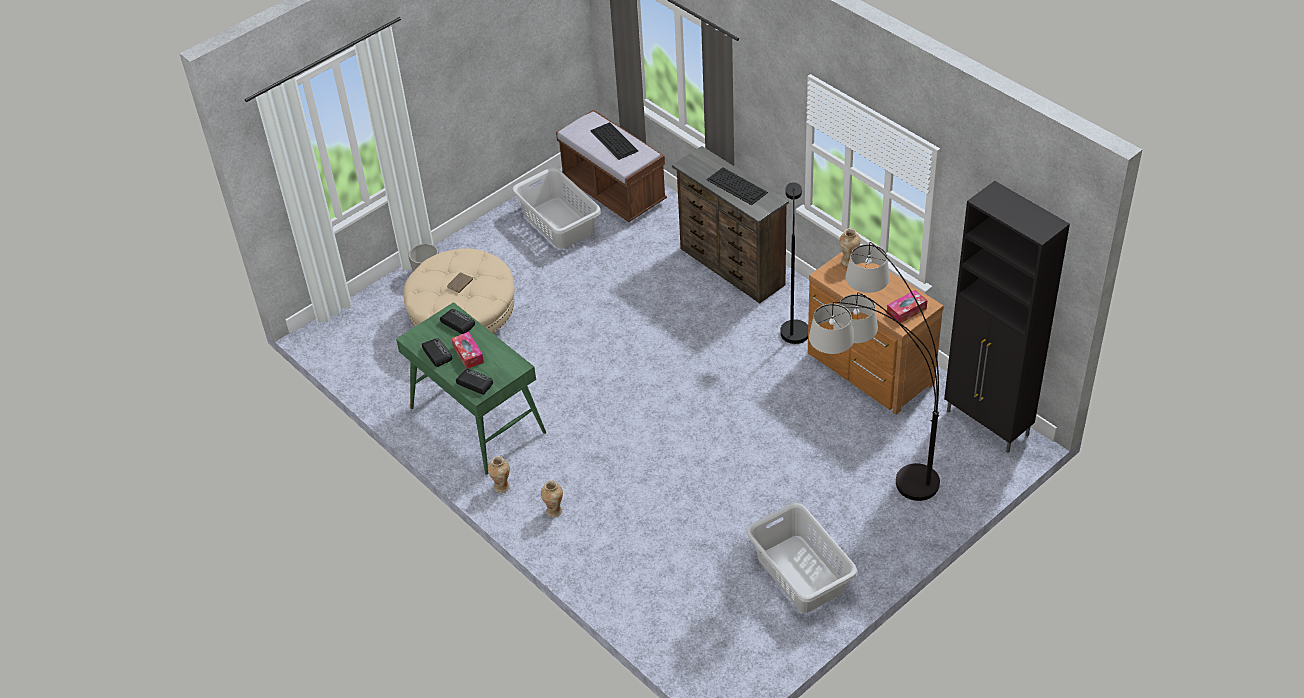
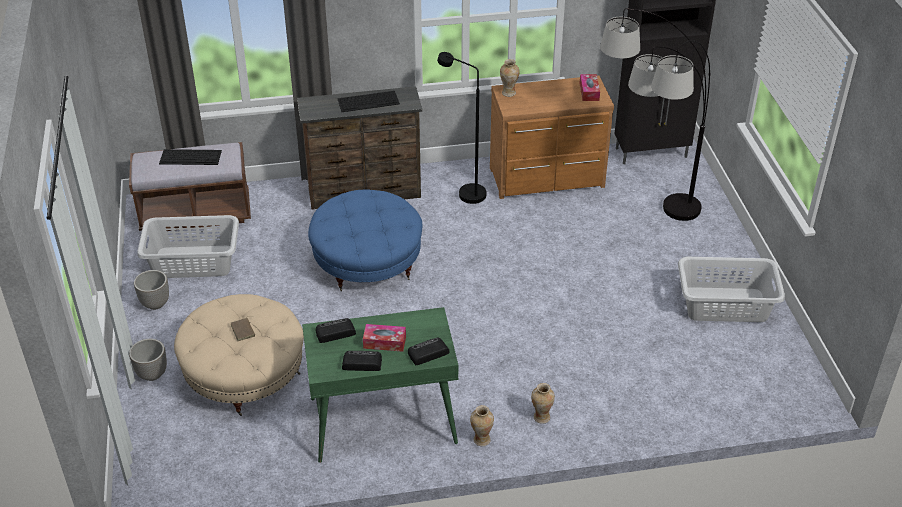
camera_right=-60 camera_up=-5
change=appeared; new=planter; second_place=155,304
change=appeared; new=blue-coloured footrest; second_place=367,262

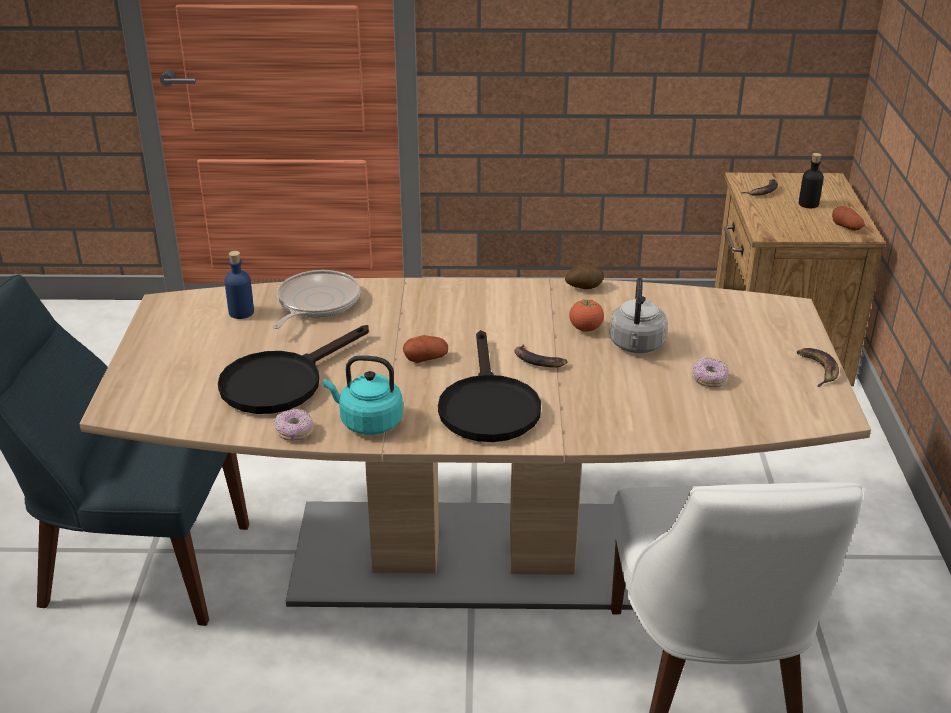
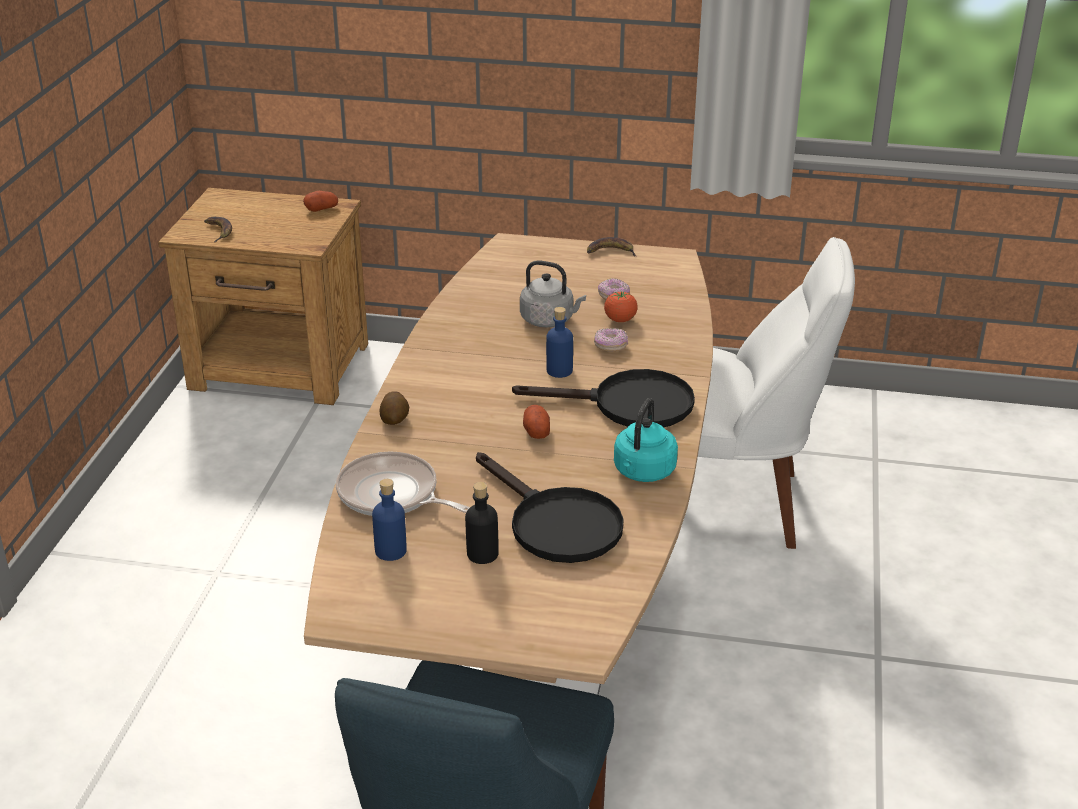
camera_right=-80 camera_up=0
change=relocated; old=whole potato; first_place=584,287; second_place=395,420
change=relocated; old=blackish drink bottle; first_place=808,204; second_place=482,554
change=exchanged; old=whole banana; new=blue-coloured drink bottle; first_place=538,360; second_place=559,371
change=relocated; old=ring doughnut; first_place=294,432; second_place=610,347
change=relocated; old=tomato; first_place=585,329; second_place=620,320

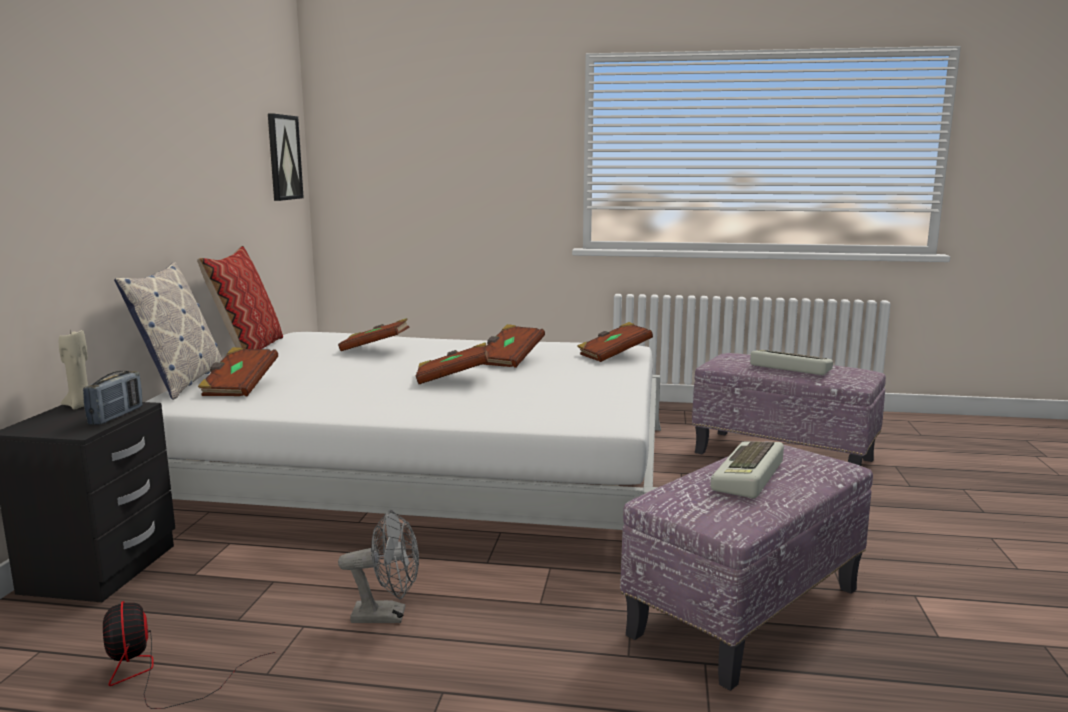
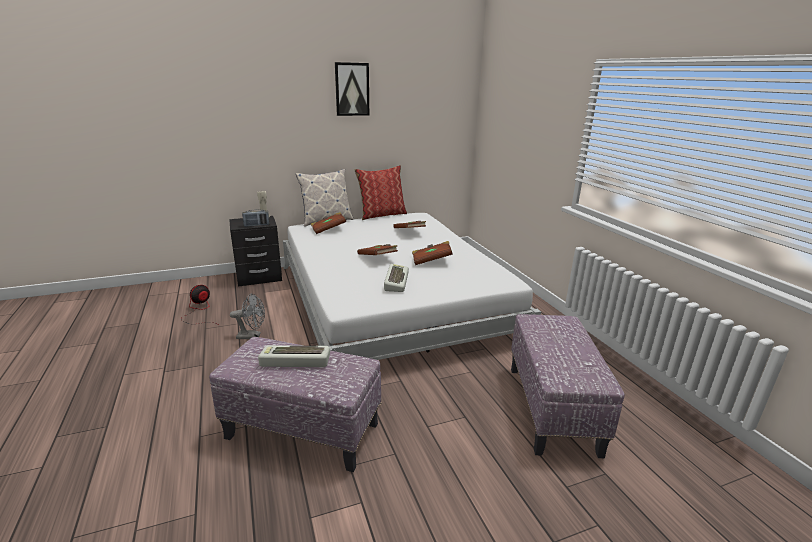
camera_right=60 camera_up=10
change=spun; old=greyish cooling fan; first_place=387,615; second_place=252,336; degrees=-60
change=relocated; old=wall art; first_place=283,157; second_place=352,89
change=relocated; old=computer keyboard; first_place=789,368; second_place=395,281
change=missing; old=brown book; first_place=614,355

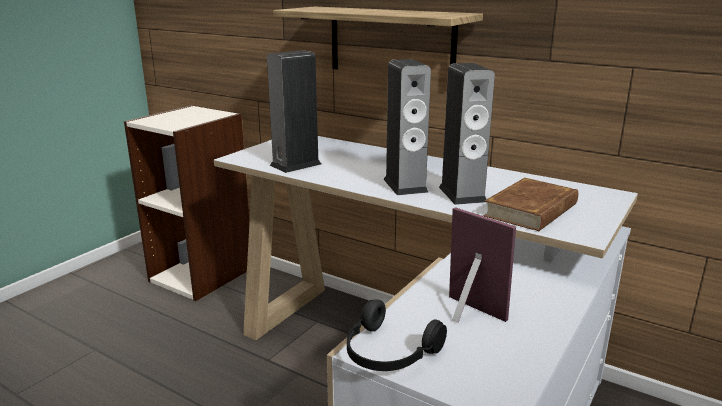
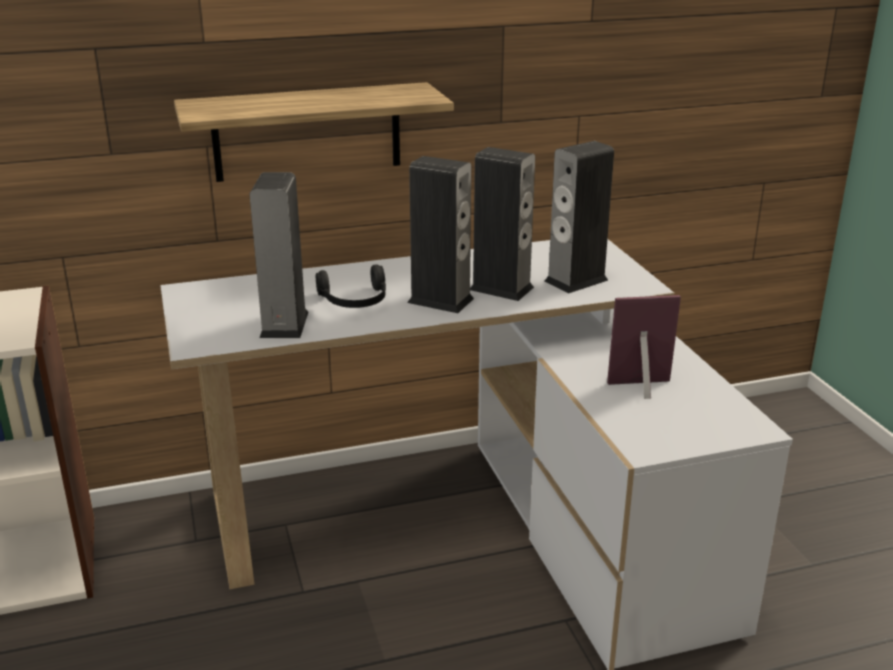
camera_right=-50 camera_up=5
change=relocated; old=blackish headset; first_place=388,353; second_place=355,301
change=exchanged; old=brown book; new=audio speaker; first_place=532,210; second_place=576,280

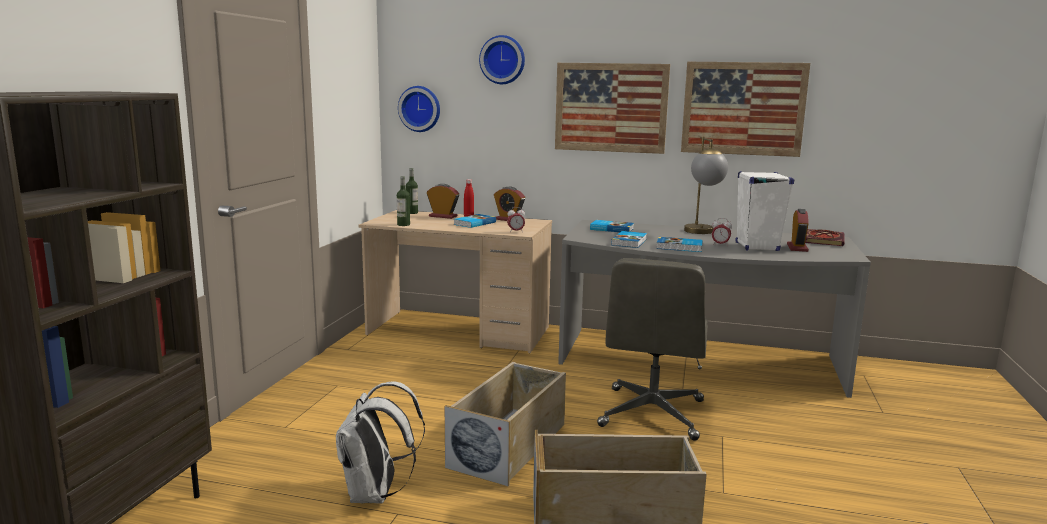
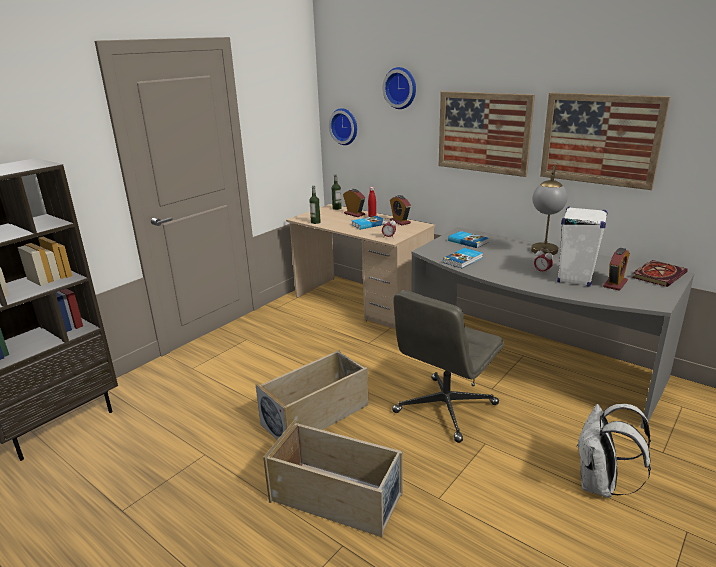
camera_right=25 camera_up=10
change=relocated; old=whitish knapsack; first_place=375,494; second_place=600,485
change=missing; old=book; first_place=679,247

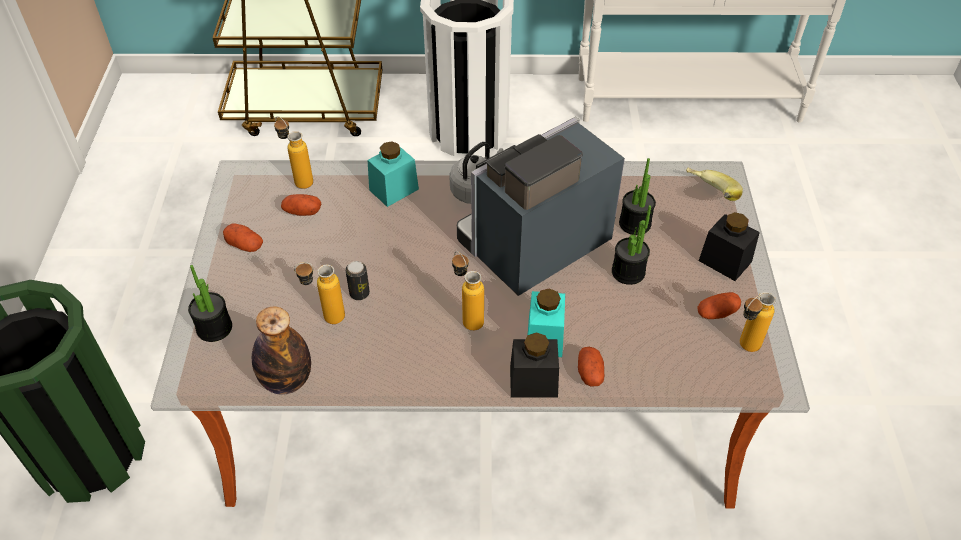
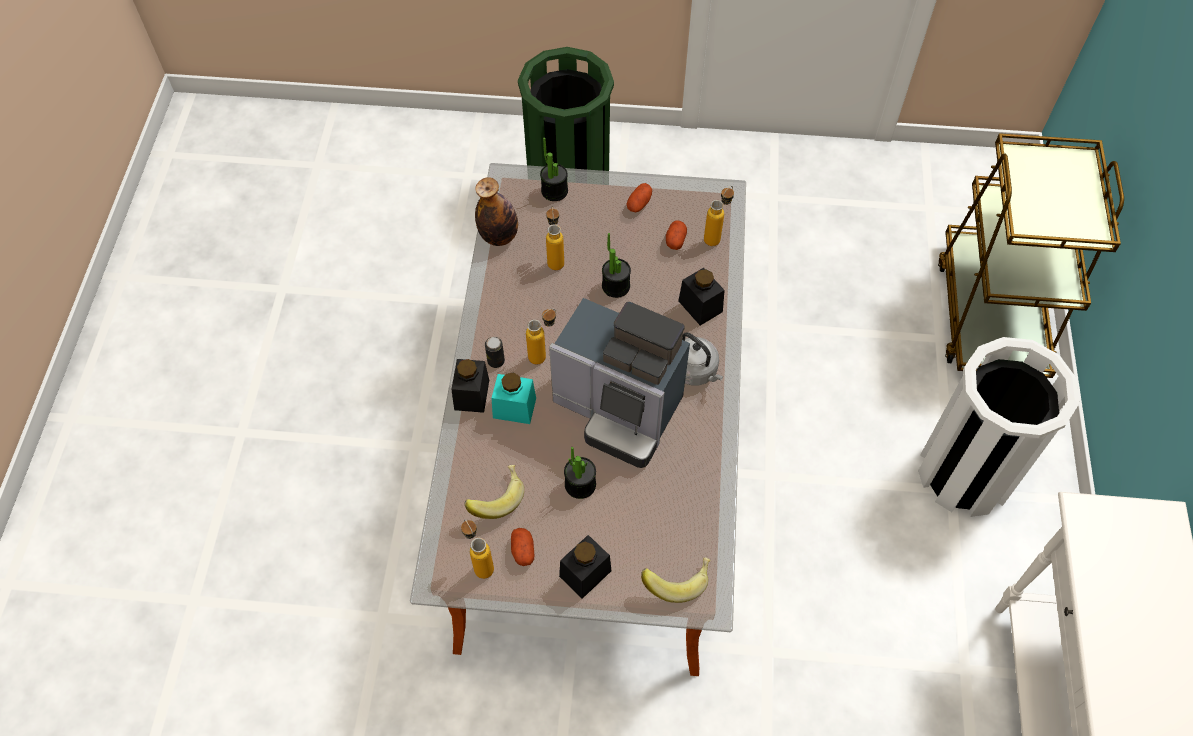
camera_right=95 camera_up=10
change=appeared; new=whole banana; second_place=496,498
change=relocated; old=can; first_place=359,293; second_place=496,361
change=spun; old=coffee brewer; first_place=532,246; second_place=619,410; degrees=150
change=relocated; old=plant in a pot; first_place=635,224; second_place=615,286
change=colour; old=turquoise-coloured storage jar; new=blackish storage jar; first_place=394,189; second_place=700,306
change=missing; old=whole potato; first_place=589,373

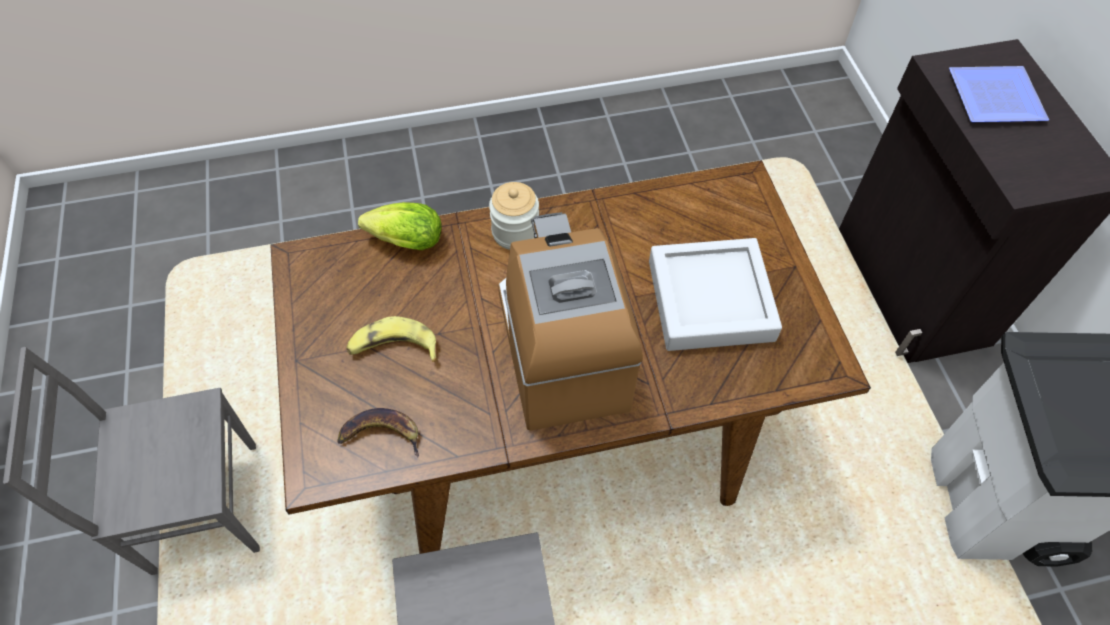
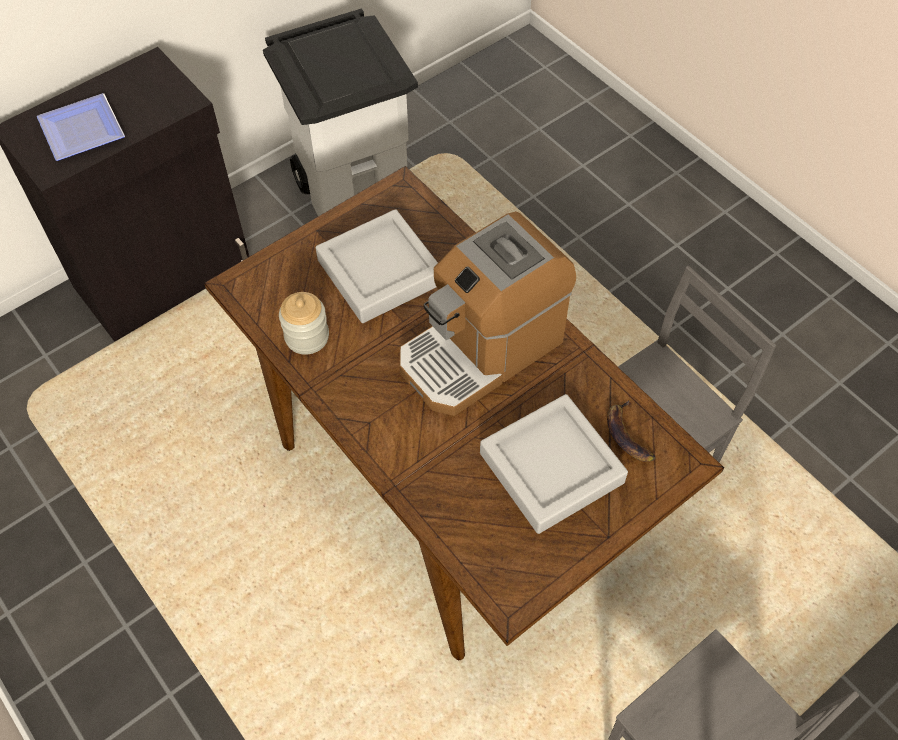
camera_right=-115 camera_up=0
change=relocated; old=storage jar; first_place=515,232; second_place=307,337
change=exchanged; old=whole banana; new=greyish carrying tray; first_place=393,348; second_place=551,468
change=missing; old=head of lettuce; first_place=402,241

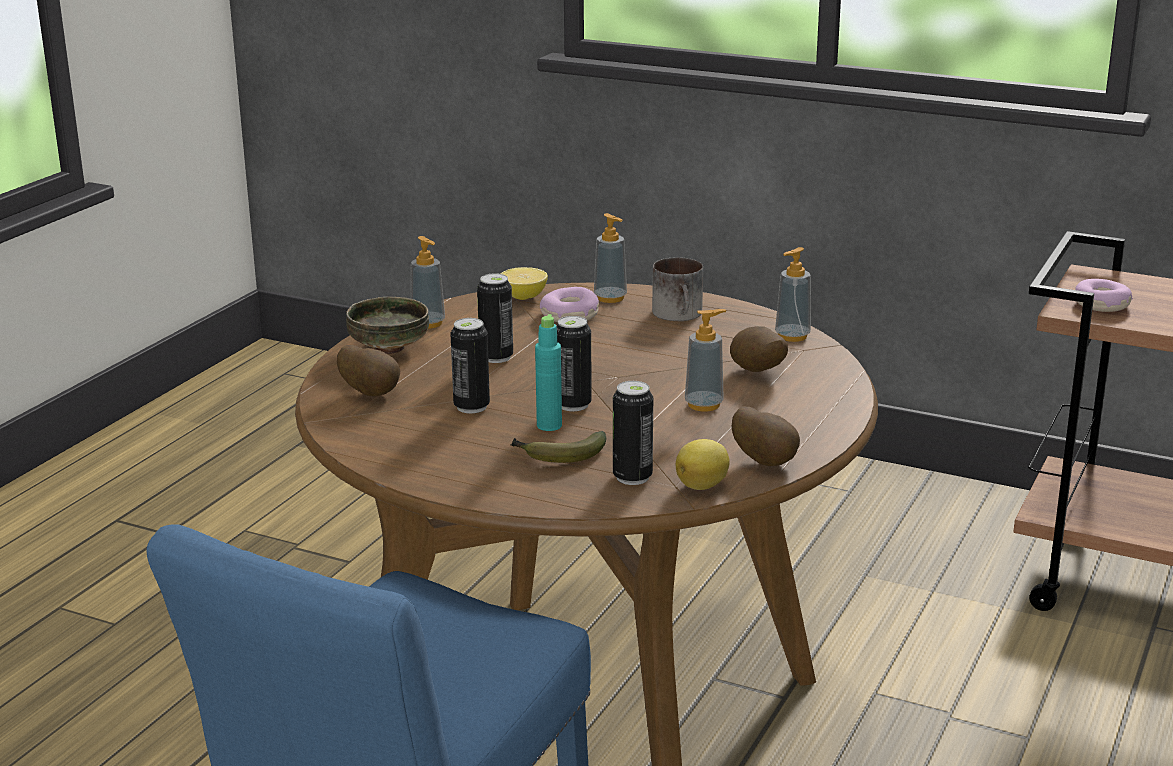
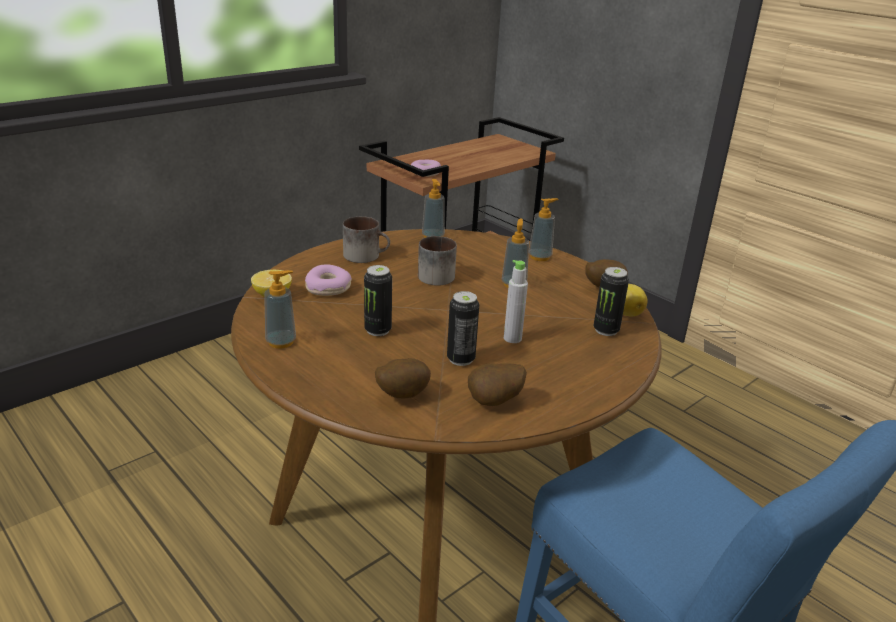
camera_right=-70 camera_up=5
change=appeared; new=mug; second_place=435,274
change=relocated; old=whole potato; first_place=756,372; second_place=495,403
change=colour; old=turquoise-coloured drink bottle; new=greyish drink bottle; first_place=549,425; second_place=512,338
change=relocated; old=liquid soap bottle; first_place=610,298; second_place=540,257
change=missing; old=bowl; first_place=388,349
change=missing; old=whole banana; first_place=558,456
change=missing; old=can; first_place=573,405

